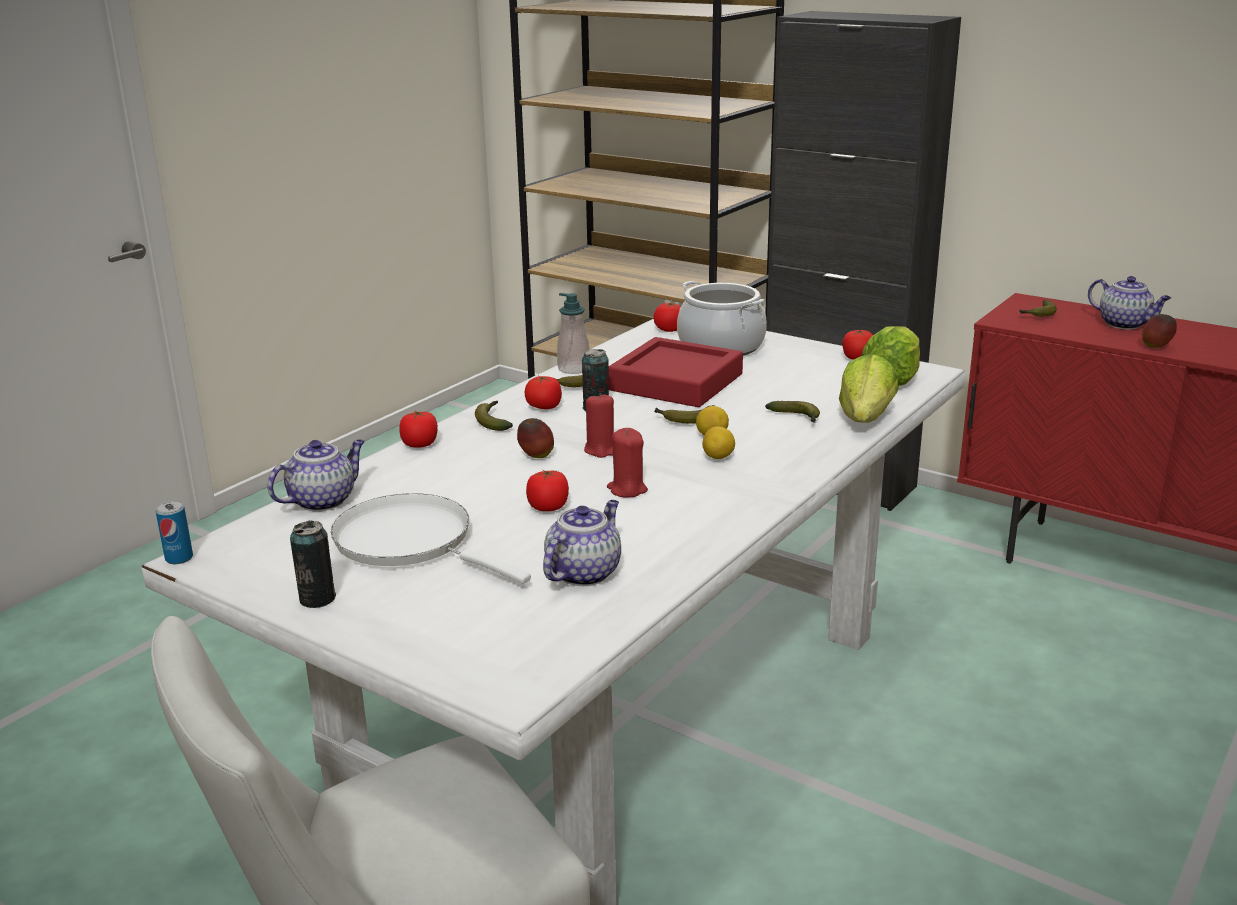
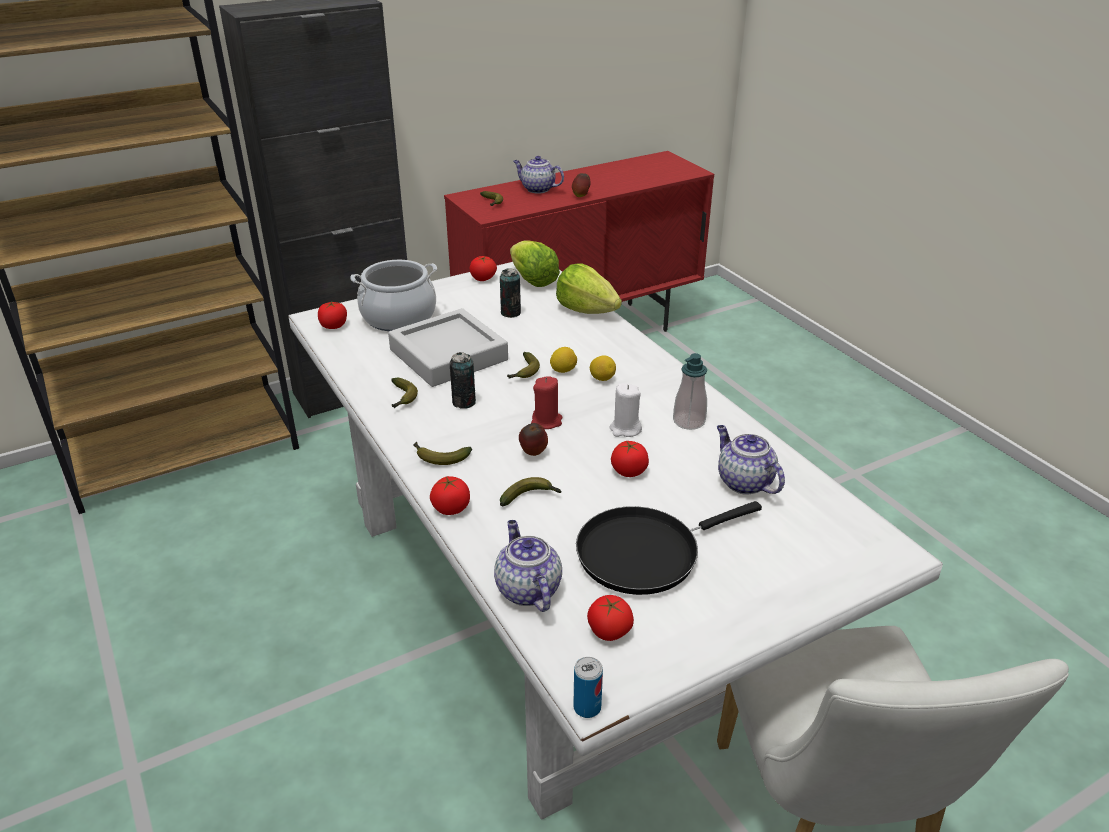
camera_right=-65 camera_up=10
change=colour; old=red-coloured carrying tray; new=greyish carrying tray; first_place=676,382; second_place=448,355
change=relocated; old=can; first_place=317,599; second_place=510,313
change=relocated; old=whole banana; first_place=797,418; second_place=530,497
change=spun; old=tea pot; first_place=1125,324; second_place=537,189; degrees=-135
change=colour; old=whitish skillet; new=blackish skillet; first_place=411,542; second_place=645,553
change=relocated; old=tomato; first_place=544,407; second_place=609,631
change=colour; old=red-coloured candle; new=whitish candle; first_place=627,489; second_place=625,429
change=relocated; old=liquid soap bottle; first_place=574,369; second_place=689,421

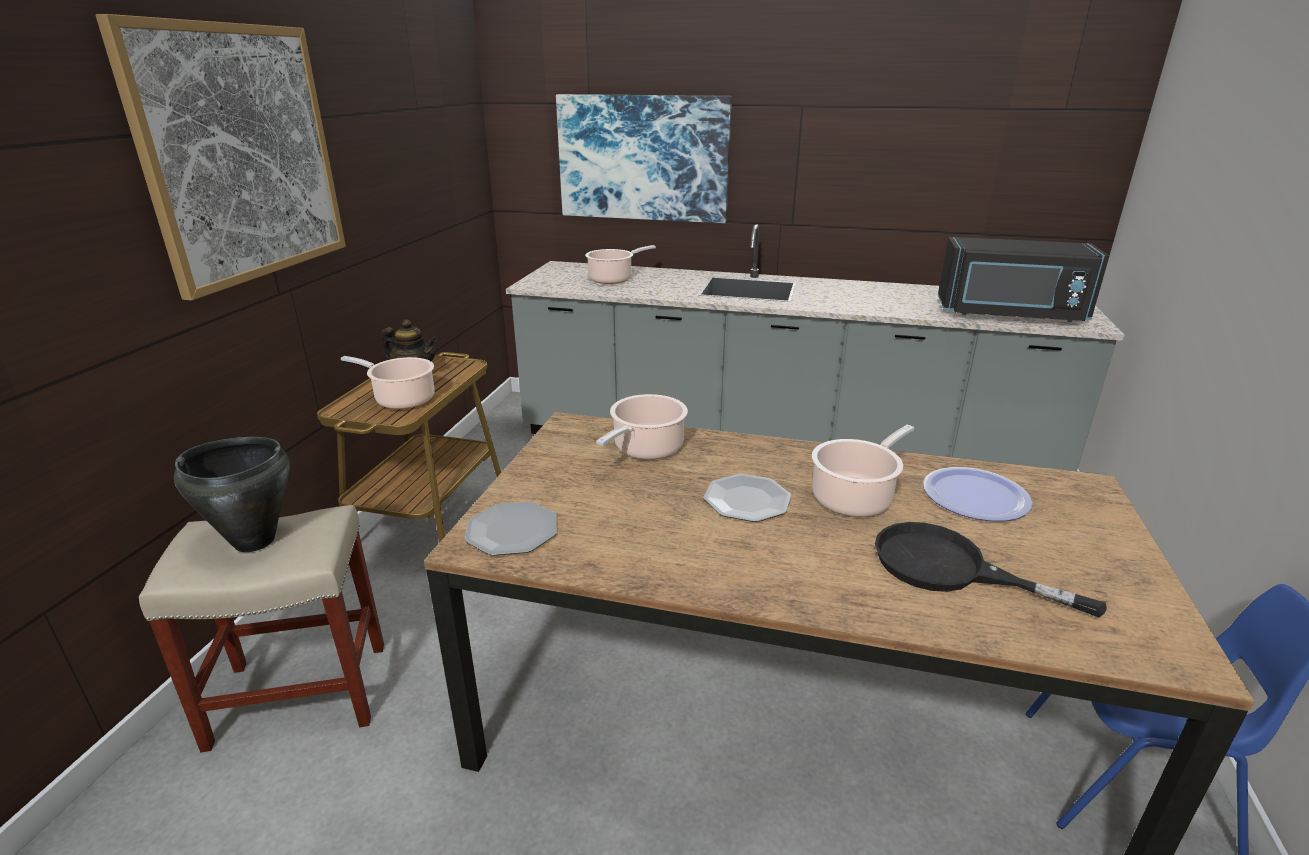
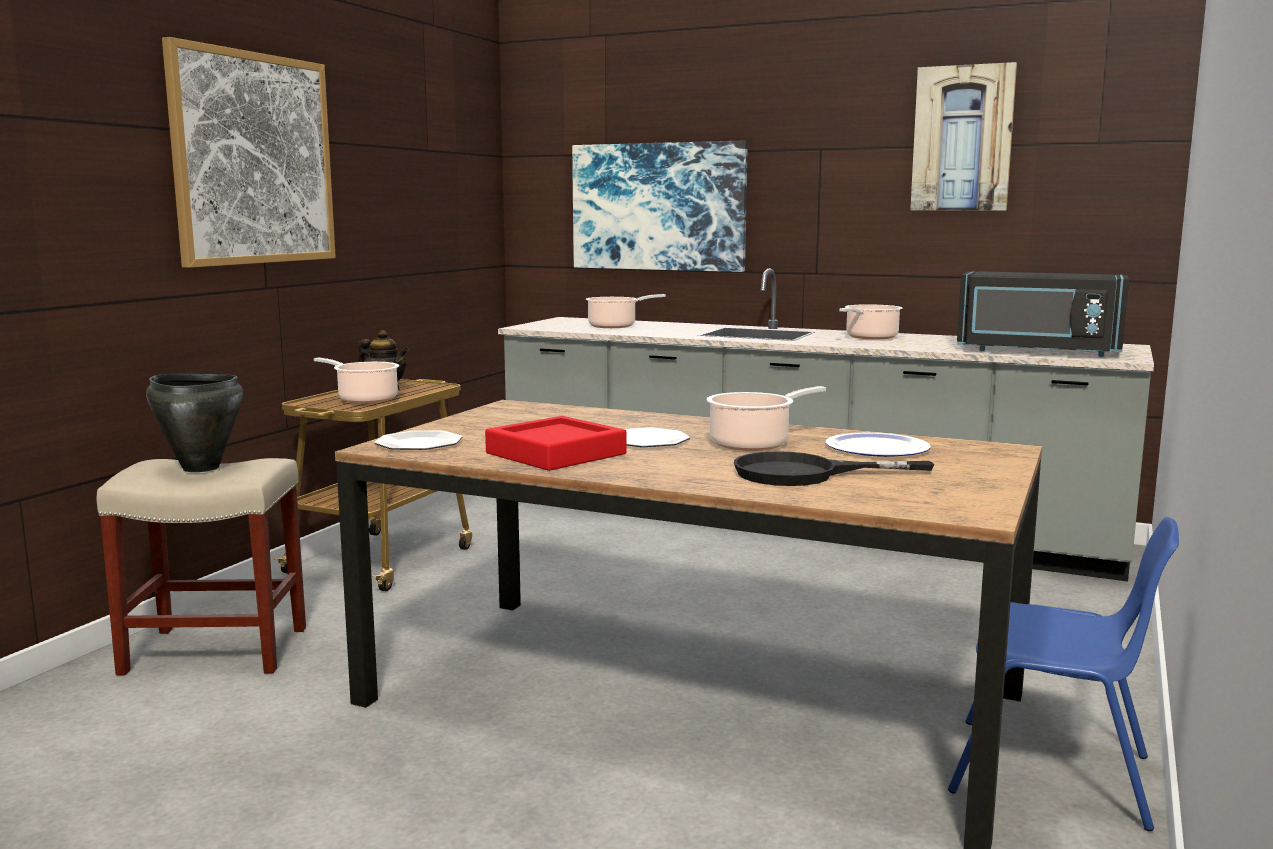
camera_right=10 camera_up=-15
change=appeared; new=red-coloured carrying tray; second_place=556,453
change=spun; old=blackish skillet; first_place=949,568; second_place=804,474; degrees=-45
change=relocated; old=stockpot; first_place=646,449; second_place=869,337
change=appeared; new=wall art; second_place=962,139

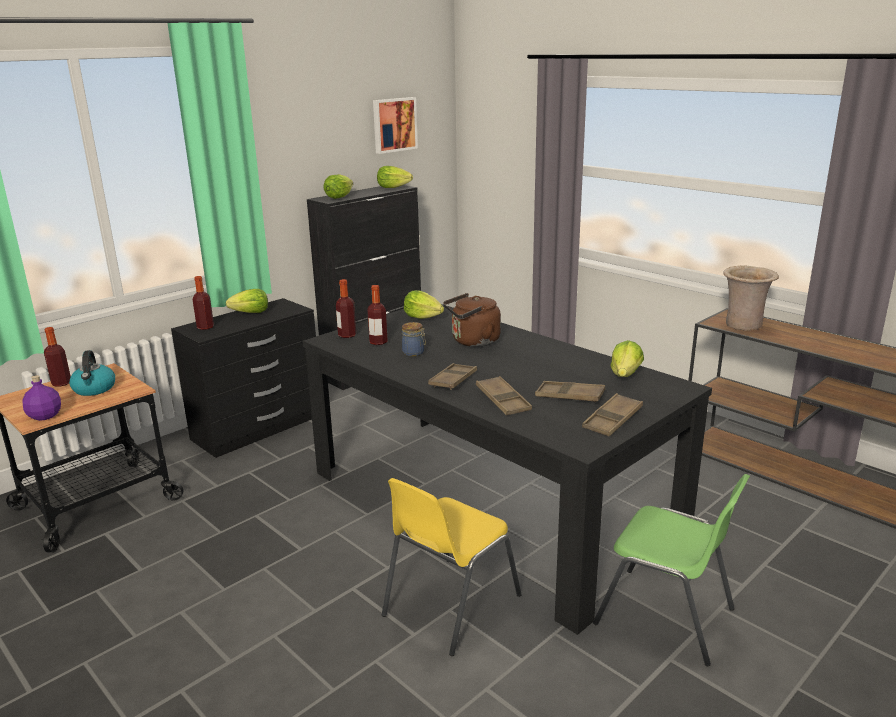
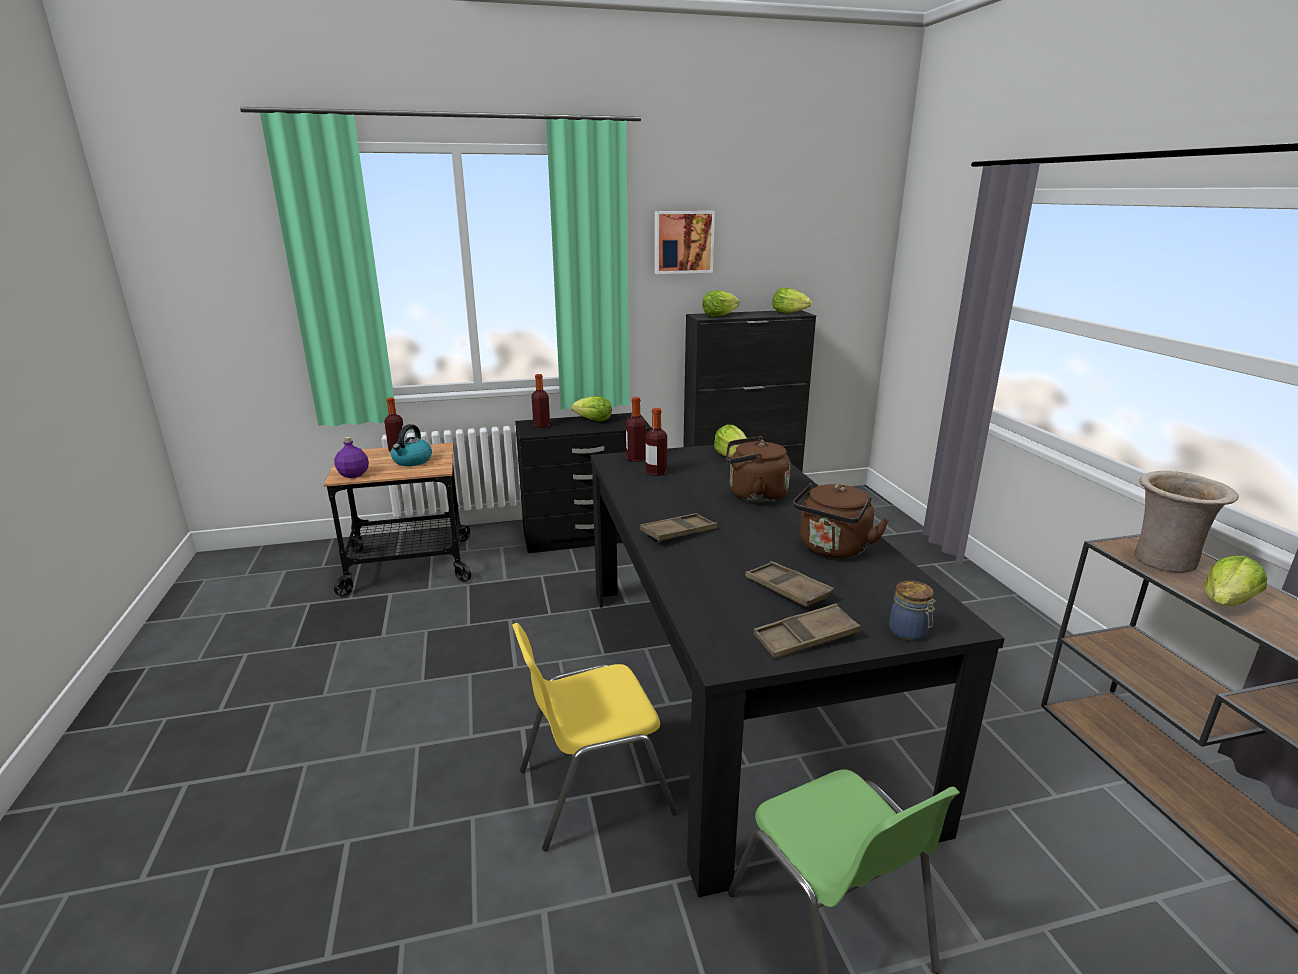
camera_right=30 camera_up=0
change=relocated; old=wall art; first_place=394,124; second_place=683,242
change=appeared; new=brown kettle; second_place=832,550
change=relocated; old=storage jar; first_place=414,353; second_place=909,633
change=relocated; old=head of lettuce; first_place=625,375; second_place=1226,603
change=missing; old=brown carrying tray; first_place=503,400

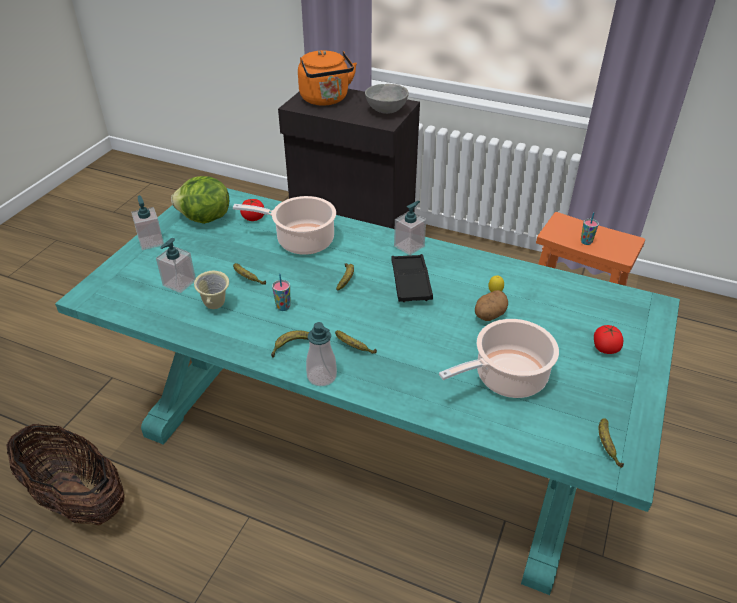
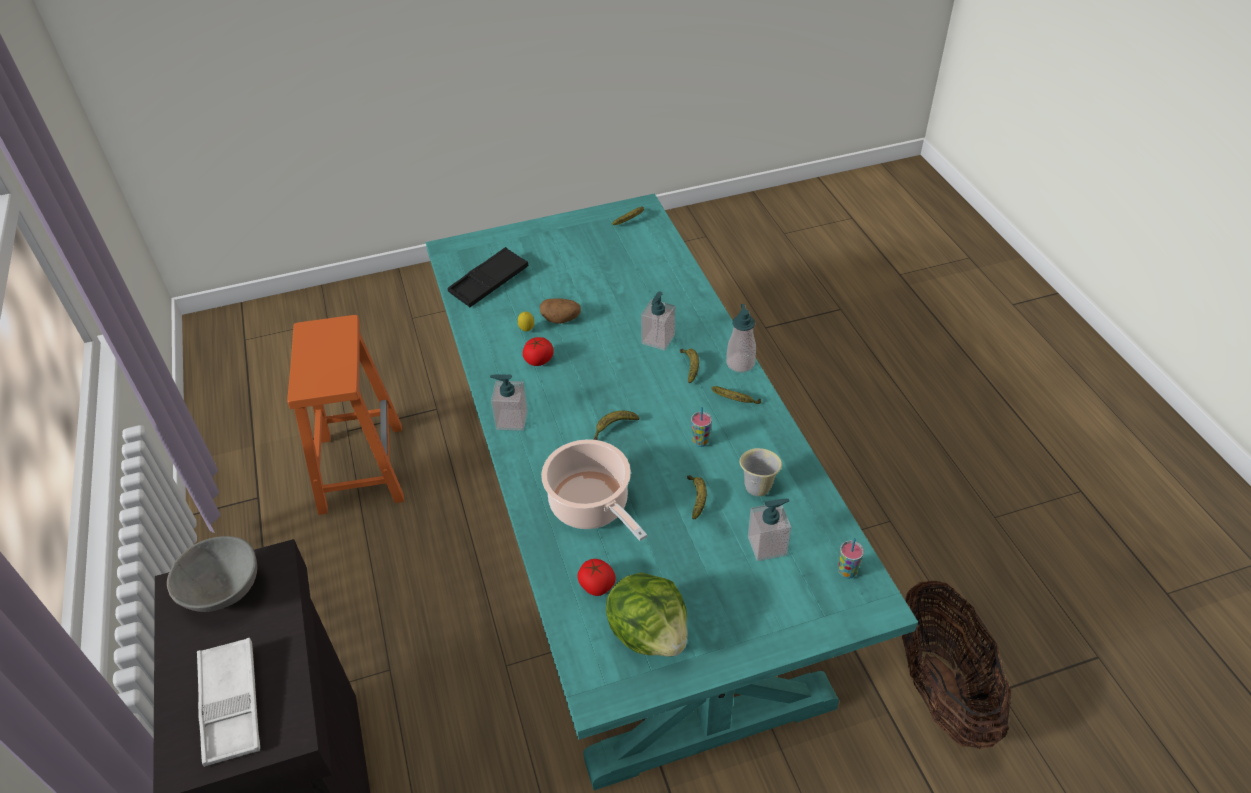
camera_right=-130 camera_up=5
change=exchanged; old=orange-coloured kettle; new=whitish carrying tray; first_place=326,100; second_place=231,705
change=relocated; old=blackish carrying tray; first_place=411,282; second_place=489,282
change=relocated; old=tomato; first_place=605,348; second_place=539,360
change=relocated; old=liquid soap bottle; first_place=151,241; second_place=658,339
change=relocated; old=drinking cup; first_place=586,242; second_place=847,572
change=missing; old=stockpot; first_place=506,378

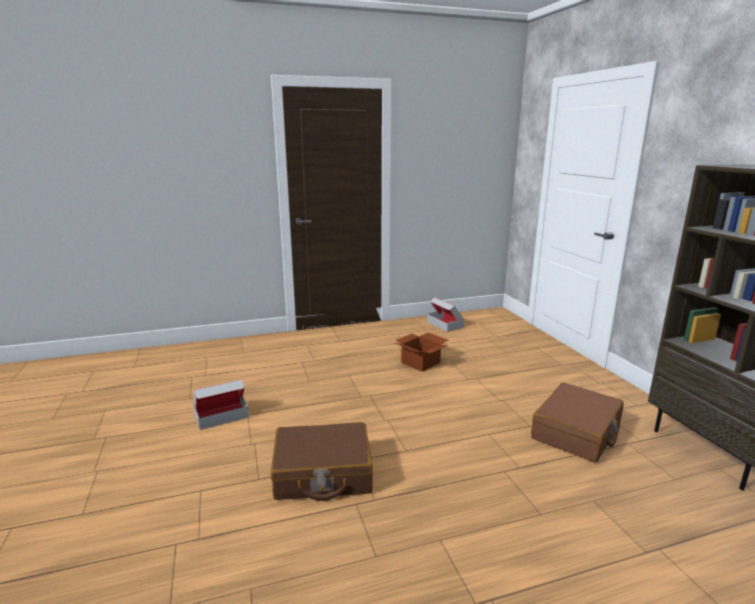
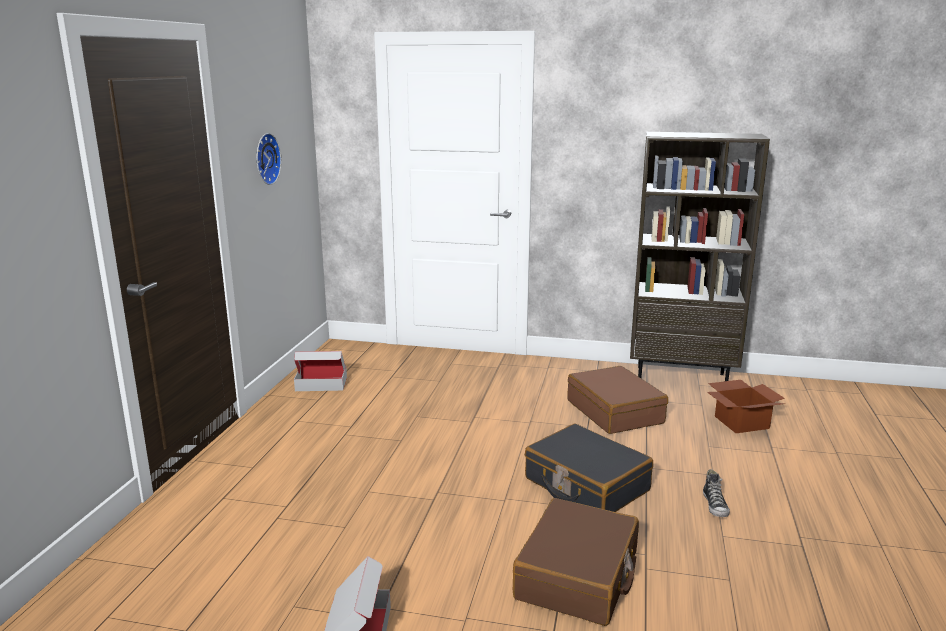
camera_right=-60 camera_up=0
change=appeared; new=hanging clock; second_place=265,159
change=appeared; new=blackish travel case; second_place=586,485
change=appeared; new=item of footwear; second_place=715,506
change=relocated; old=packing box; first_place=421,363; second_place=741,422

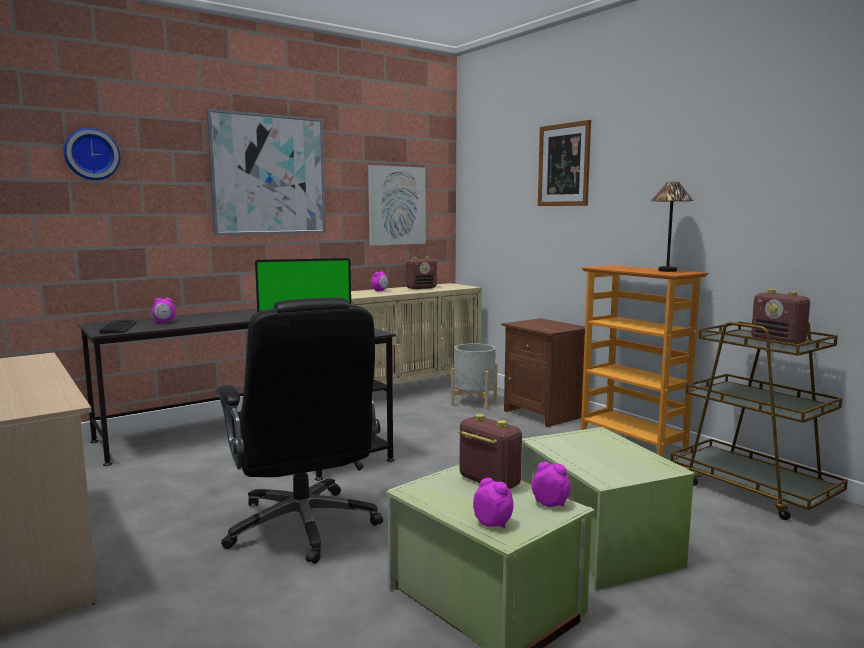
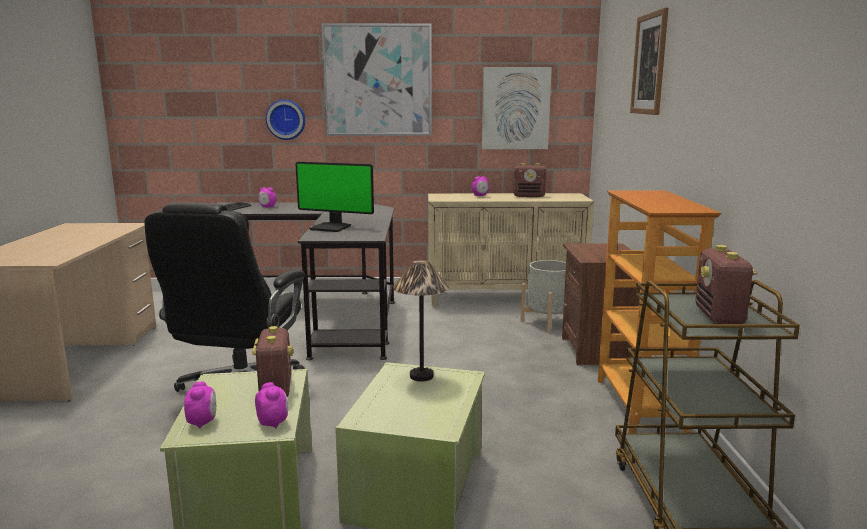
camera_right=35 camera_up=5
change=relocated; old=hanging clock; first_place=91,154; second_place=286,119
change=relocated; old=tabletop lamp; first_place=667,271; second_place=421,376

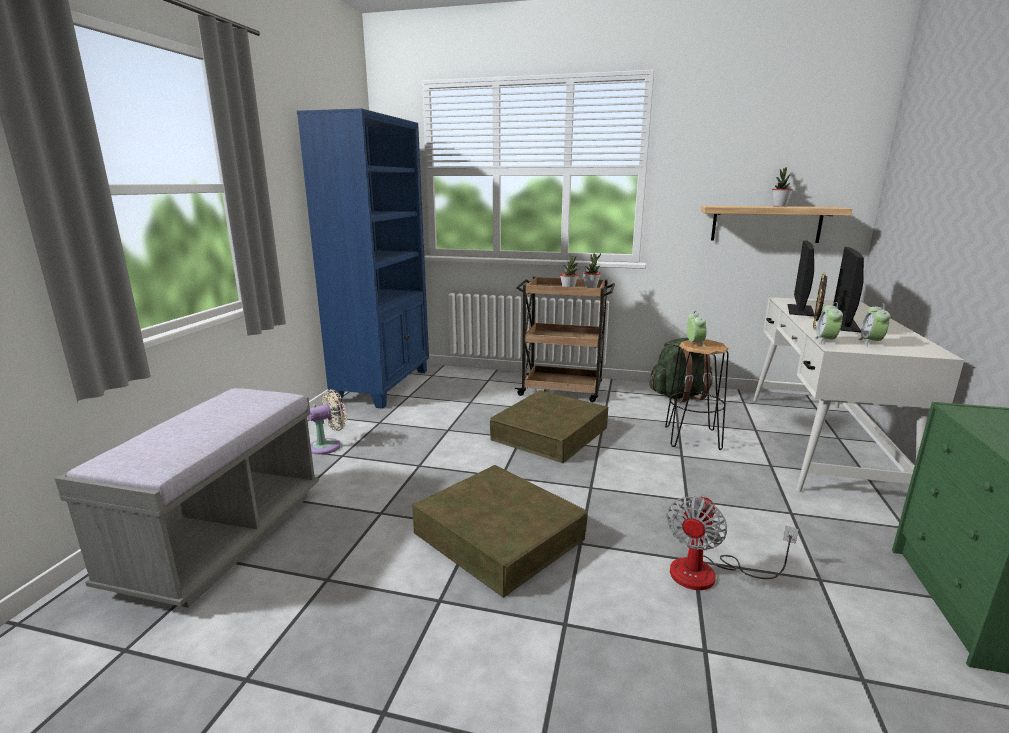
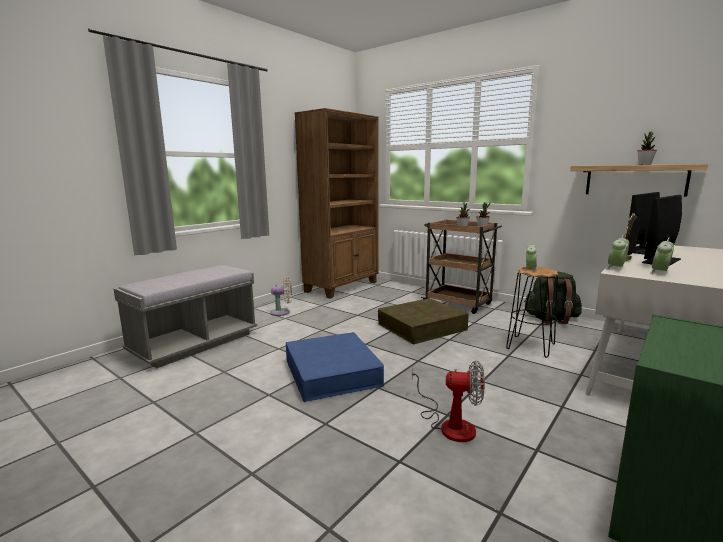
camera_right=25 camera_up=-5
change=colour; old=brown storage bin; new=blue-coloured storage bin; first_place=498,536; second_place=332,373
change=colour; old=blue-coloured bookshelf; new=brown bookshelf; first_place=384,385; second_place=342,287
change=spun; old=cooling fan; first_place=708,573; second_place=449,424; degrees=-135

